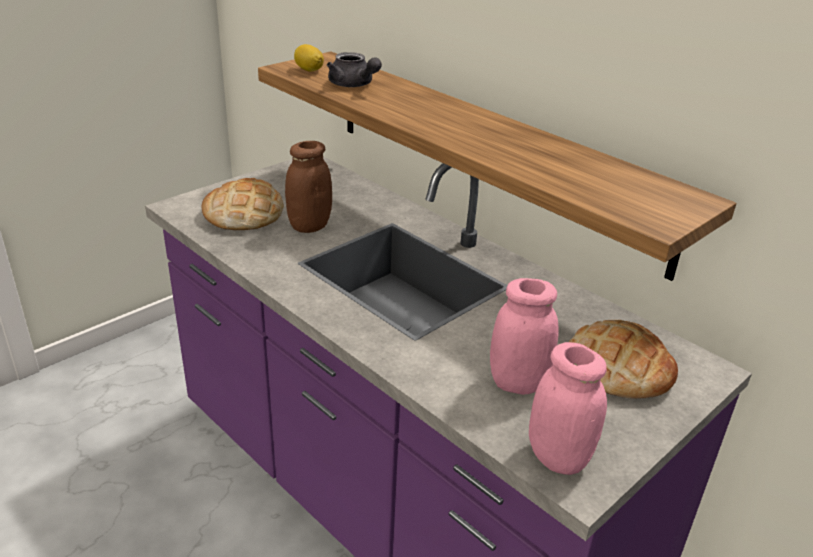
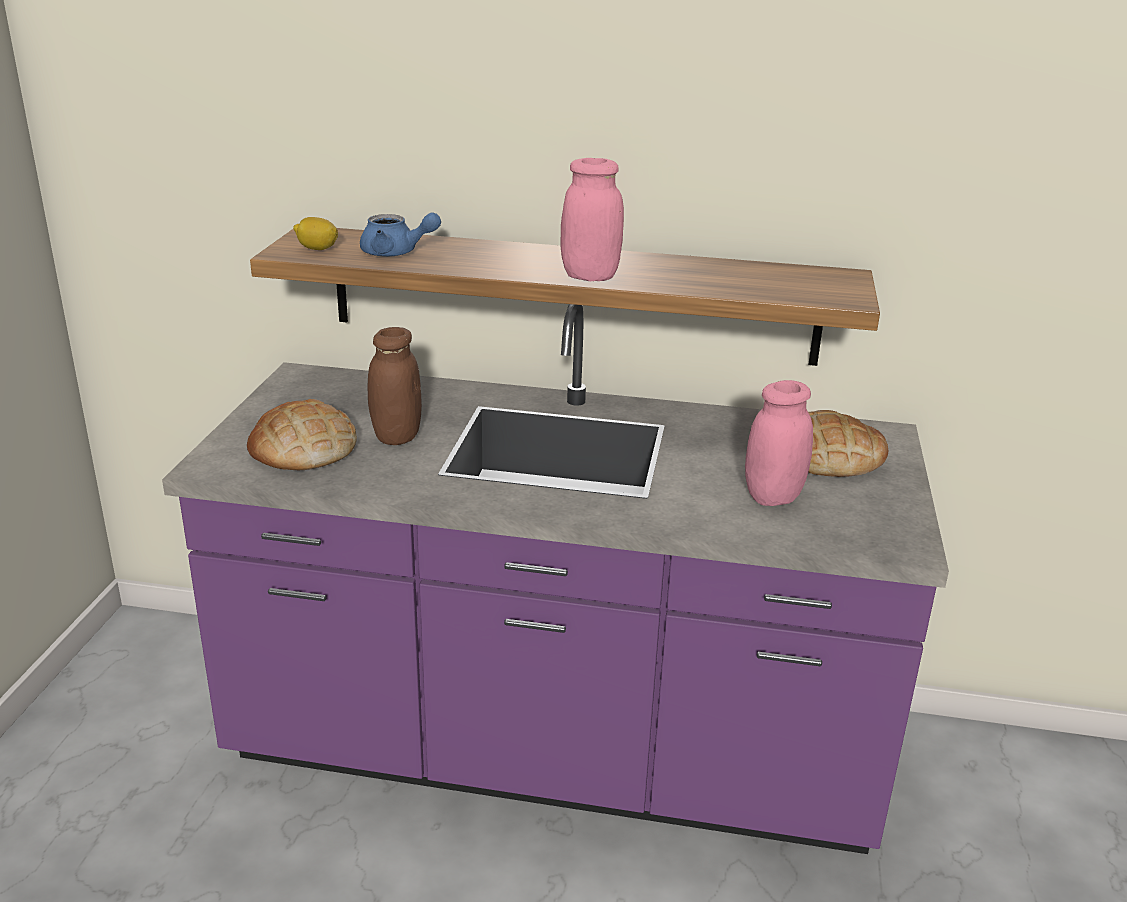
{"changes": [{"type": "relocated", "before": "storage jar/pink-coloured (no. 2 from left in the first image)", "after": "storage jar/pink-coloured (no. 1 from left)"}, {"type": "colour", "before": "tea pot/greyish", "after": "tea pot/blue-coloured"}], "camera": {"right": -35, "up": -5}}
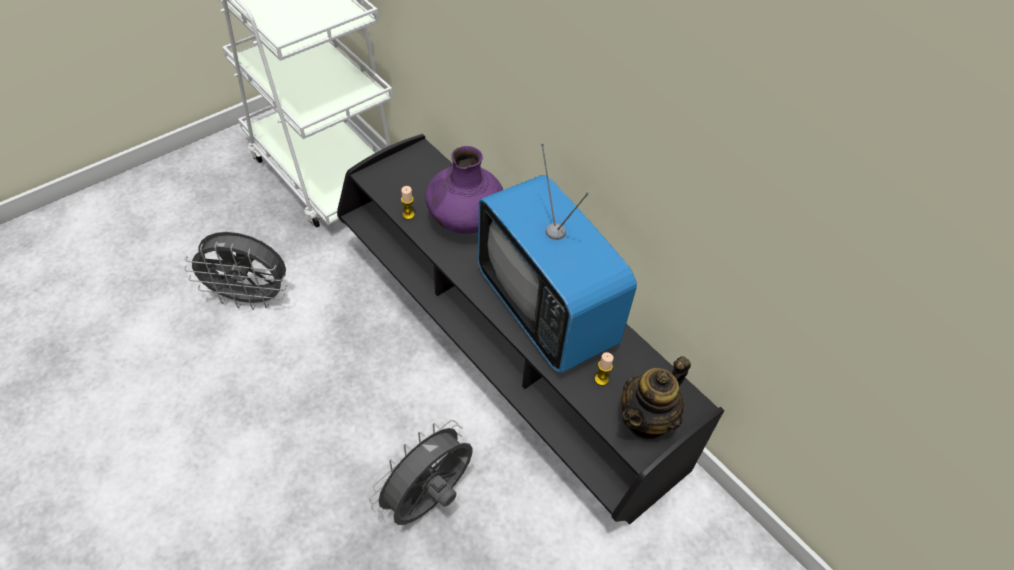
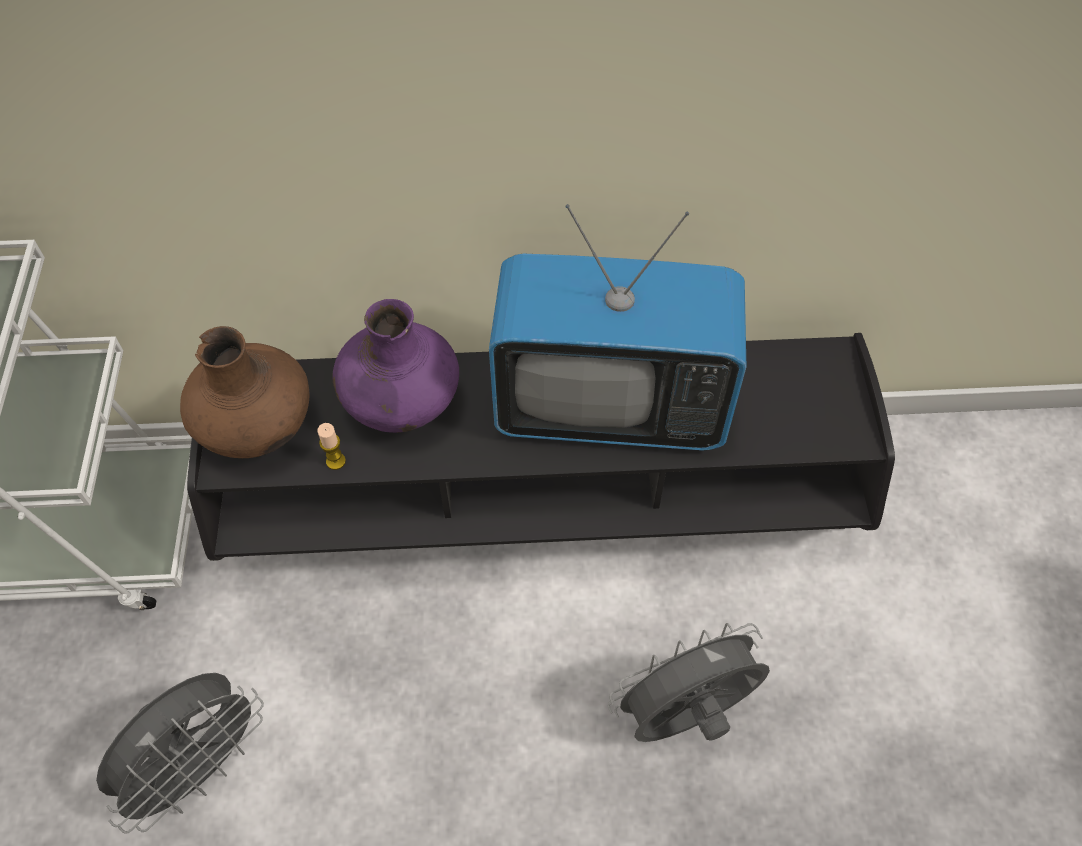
{"changes": [{"type": "missing", "before": "wax candle (no. 2 from left)"}, {"type": "missing", "before": "tea pot"}, {"type": "appeared", "after": "decorative vase/brown"}, {"type": "spun", "before": "fan/greyish (no. 2 from left)", "turn": 75}], "camera": {"right": -50, "up": 5}}
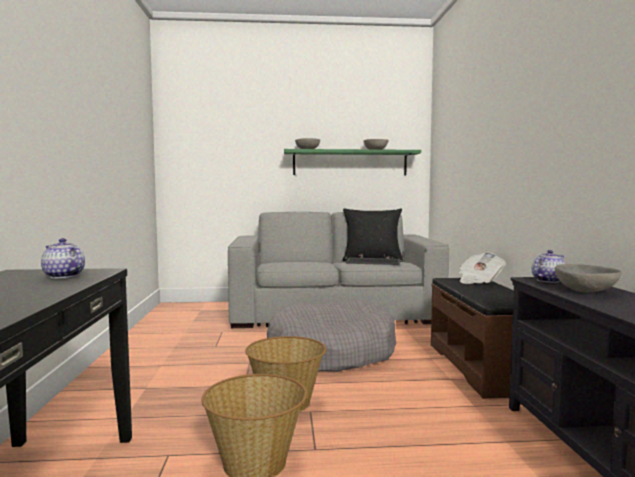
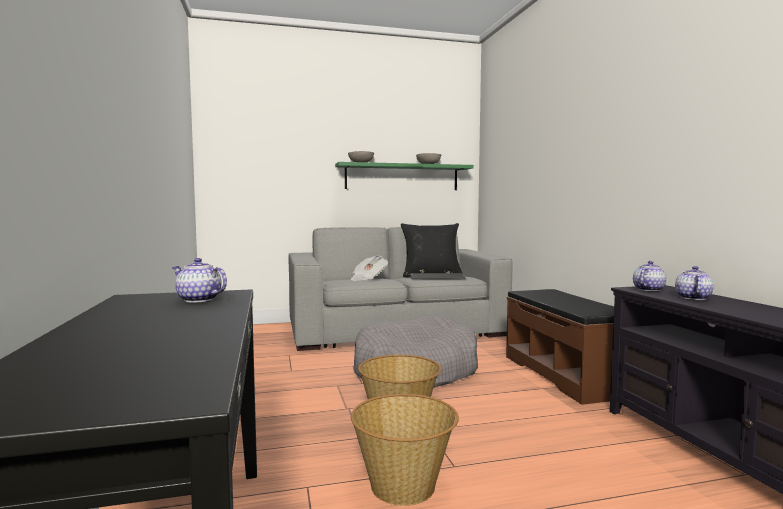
{"changes": [{"type": "relocated", "before": "daily paper"}, {"type": "exchanged", "before": "bowl/greyish (no. 3 from left)", "after": "tea pot (no. 3 from left)"}], "camera": {"right": -10, "up": 0}}
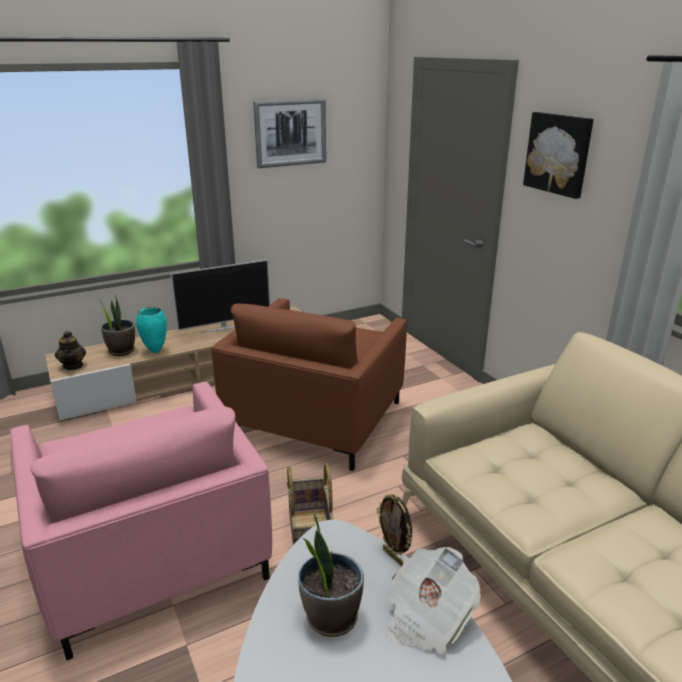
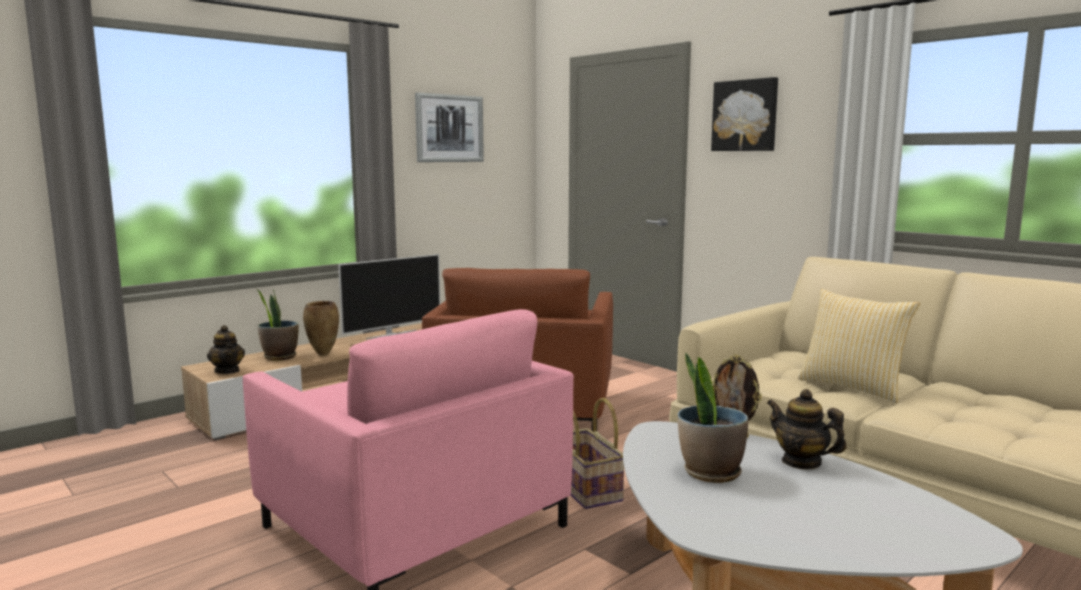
{"changes": [{"type": "appeared", "after": "cushion"}, {"type": "exchanged", "before": "daily paper", "after": "tea pot (no. 2 from left)"}, {"type": "colour", "before": "decorative vase/turquoise-coloured", "after": "decorative vase/brown"}], "camera": {"right": -15, "up": -15}}
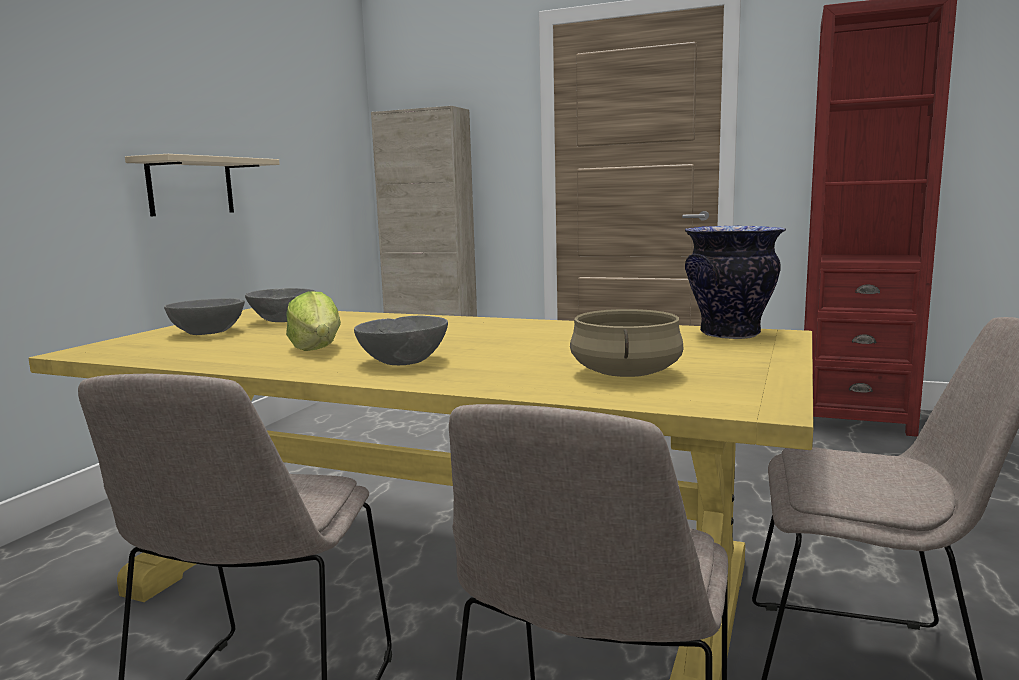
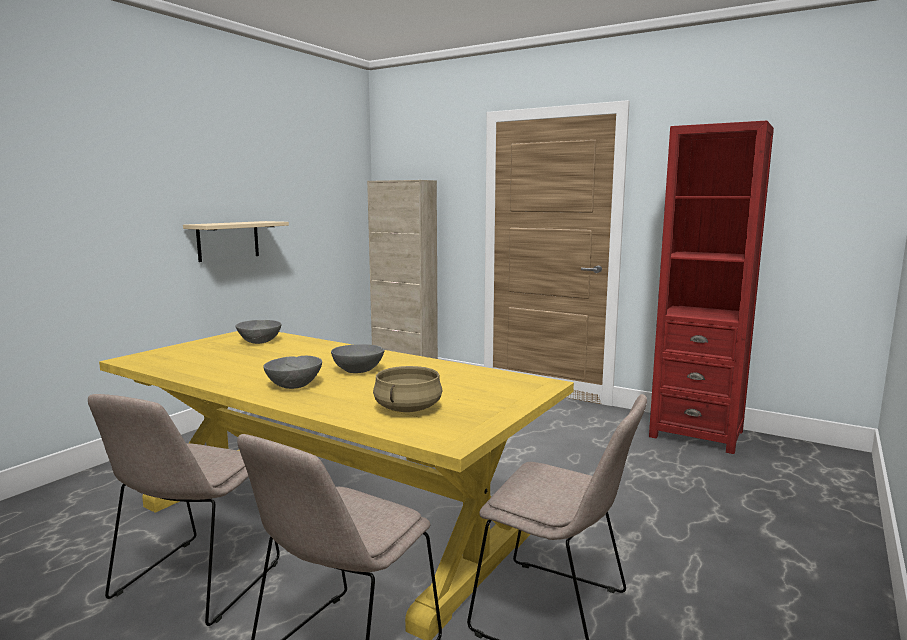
{"changes": [{"type": "missing", "before": "lettuce head"}, {"type": "missing", "before": "decorative vase"}, {"type": "relocated", "before": "bowl/greyish (no. 1 from left in the first image)", "after": "bowl/greyish (no. 3 from left)"}], "camera": {"right": 10, "up": 0}}
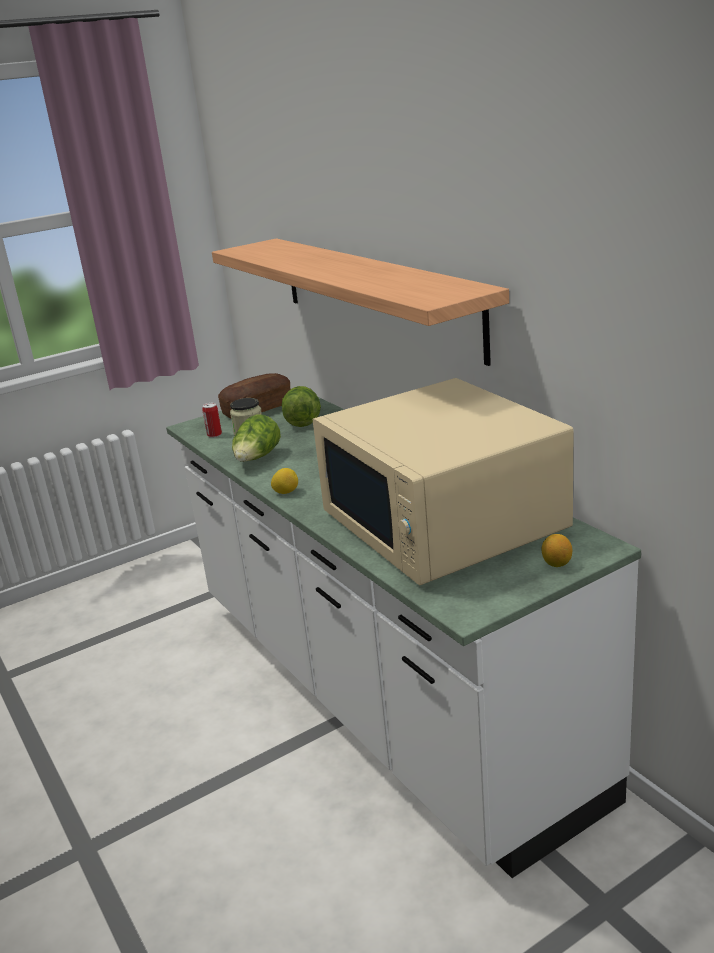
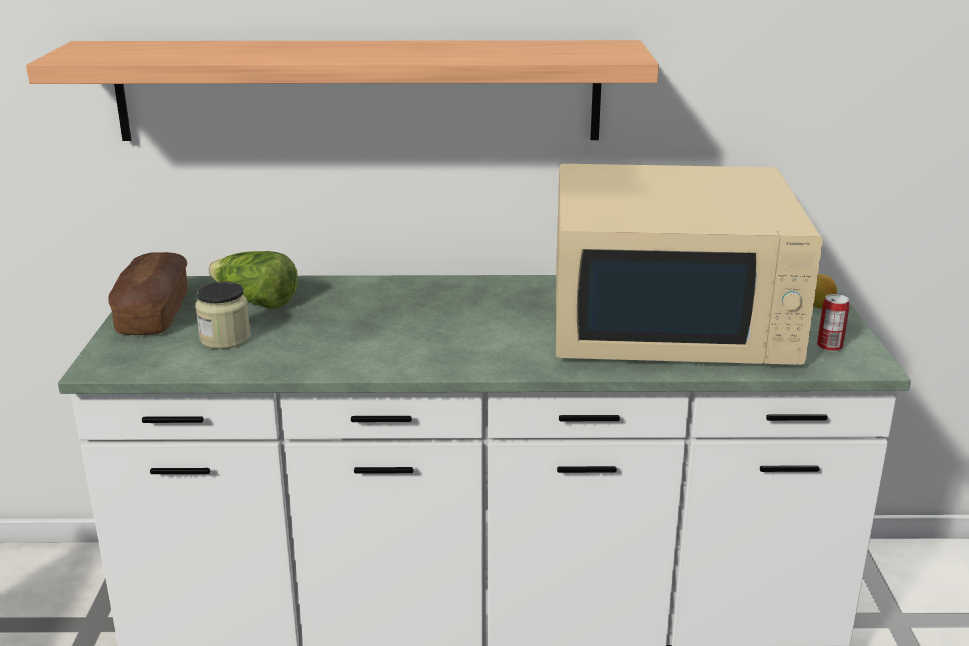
{"changes": [{"type": "missing", "before": "lettuce head (no. 1 from left)"}, {"type": "missing", "before": "citrus fruit (no. 1 from left)"}, {"type": "relocated", "before": "metal can"}], "camera": {"right": -60, "up": 0}}
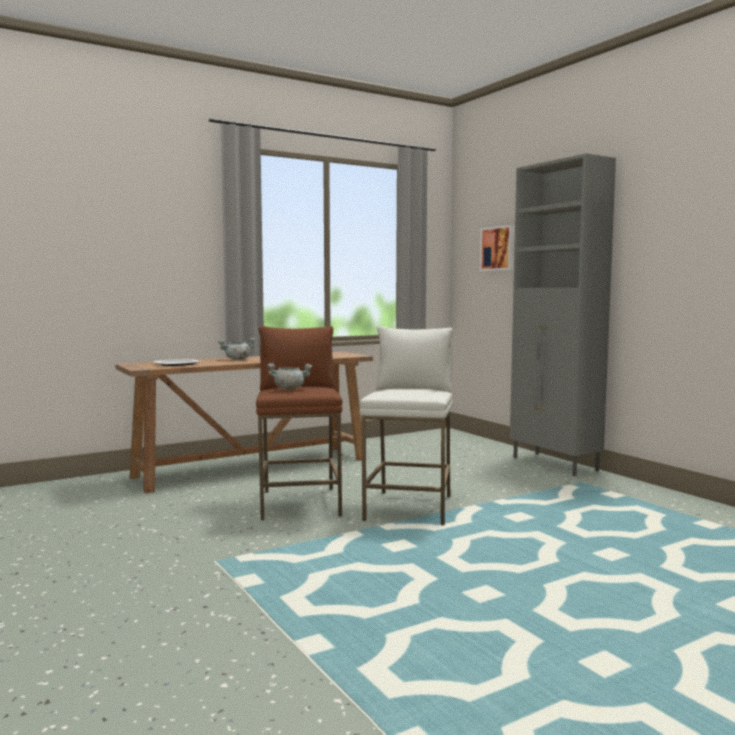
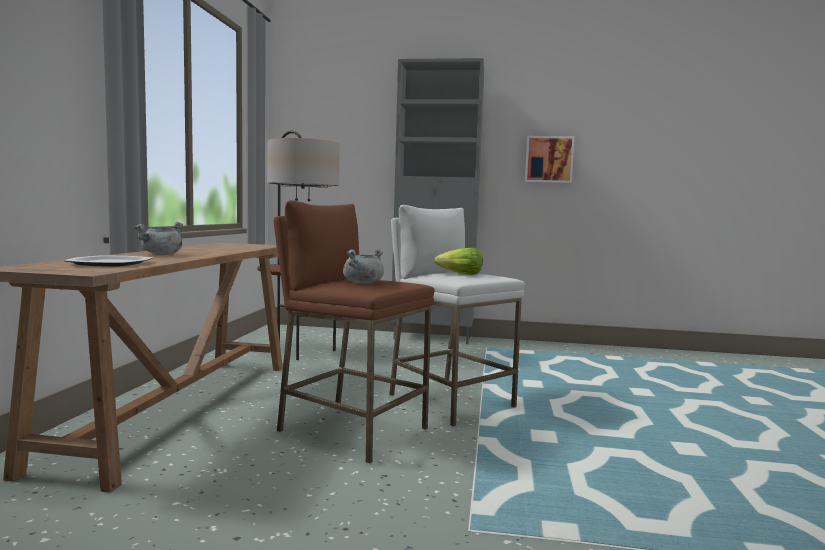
{"changes": [{"type": "appeared", "after": "standard lamp"}, {"type": "appeared", "after": "lettuce head"}, {"type": "relocated", "before": "picture"}], "camera": {"right": -50, "up": 0}}
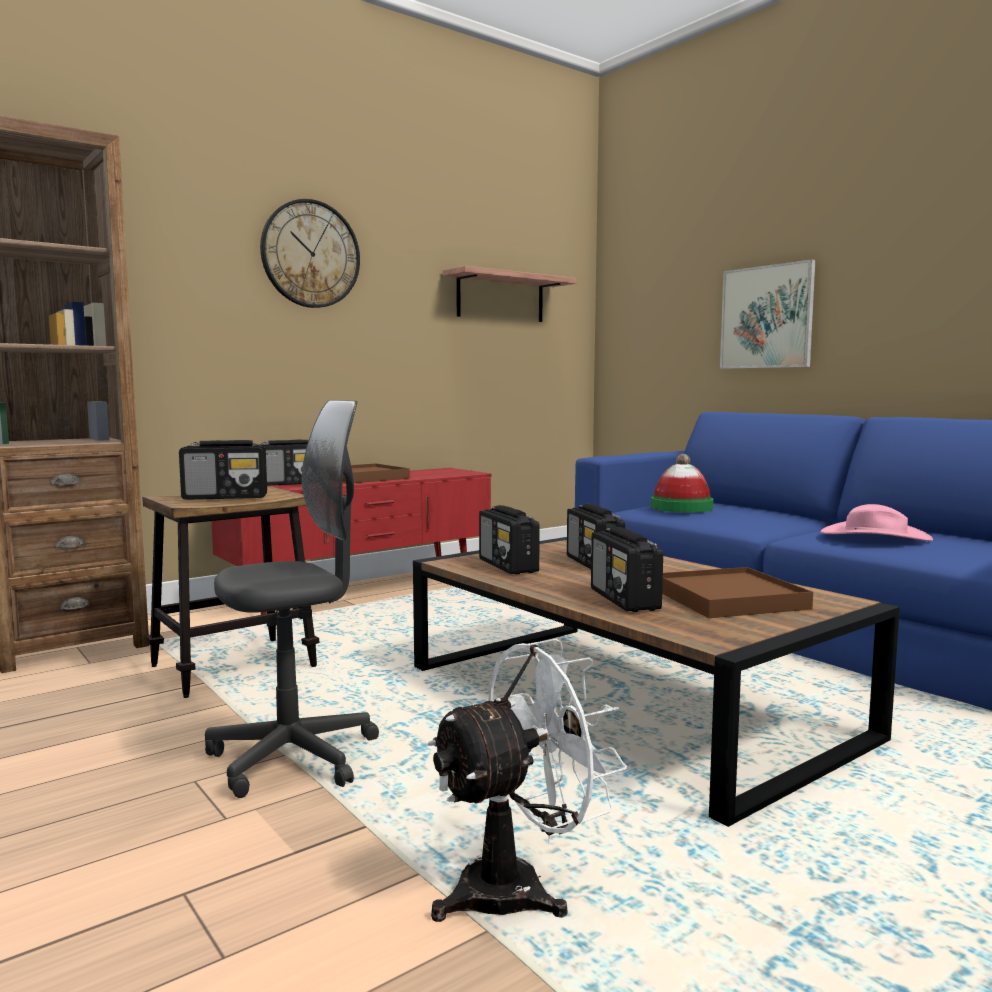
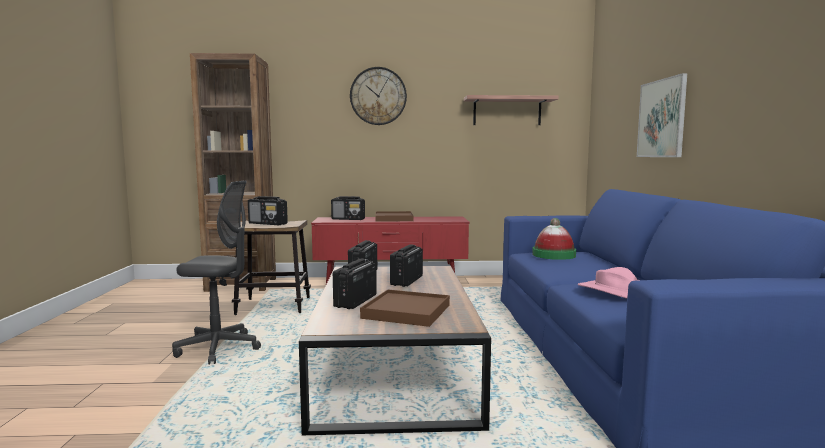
{"changes": [{"type": "missing", "before": "fan/whitish"}], "camera": {"right": 35, "up": 0}}
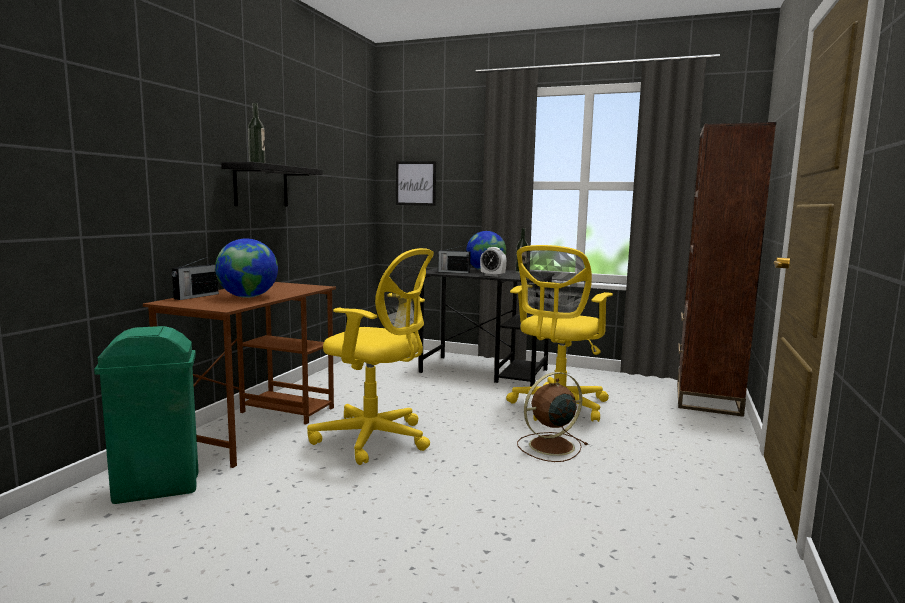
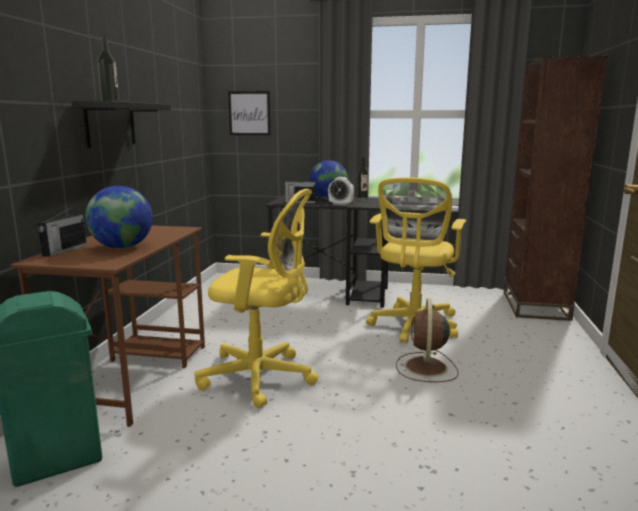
{"changes": [{"type": "spun", "before": "fan/brown", "turn": -45}], "camera": {"right": -10, "up": 5}}
